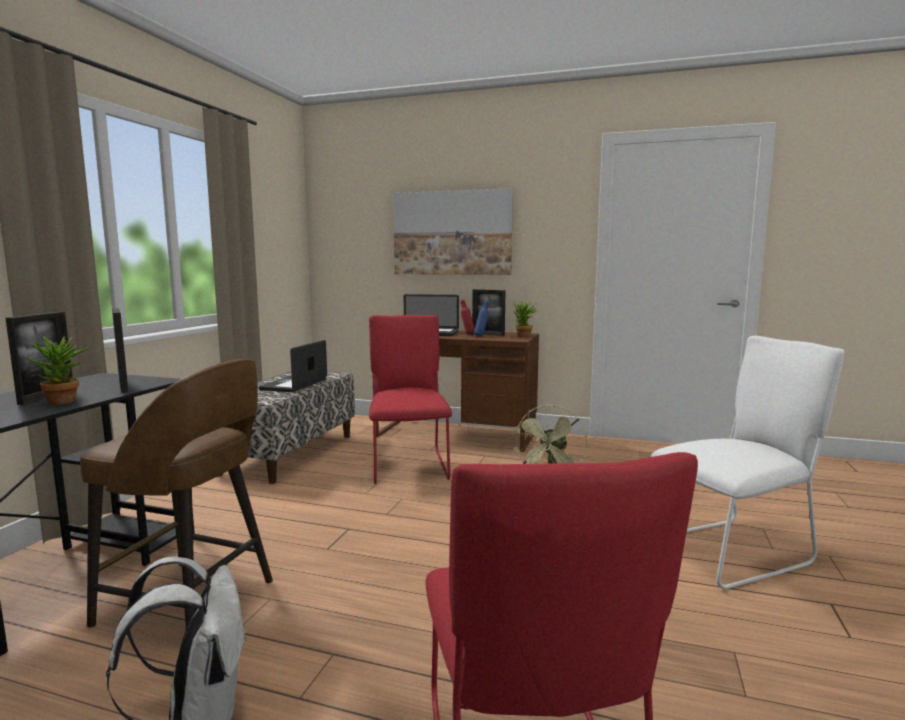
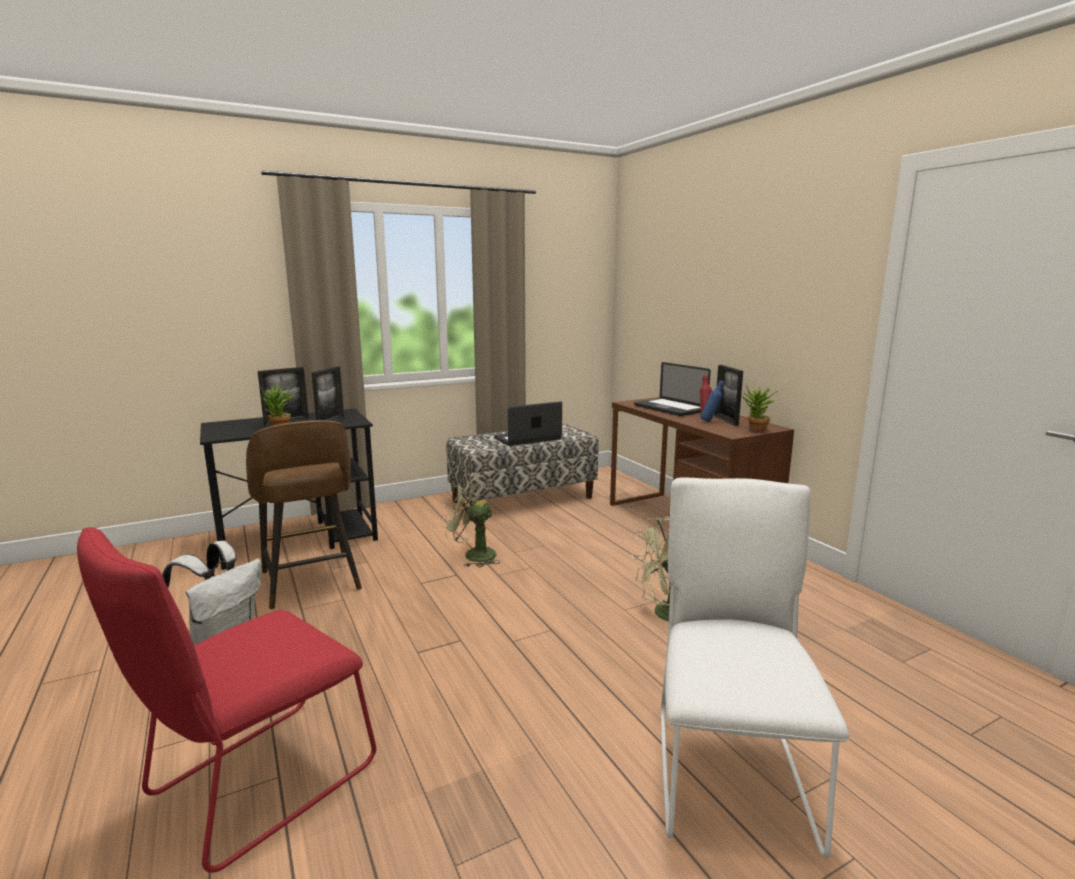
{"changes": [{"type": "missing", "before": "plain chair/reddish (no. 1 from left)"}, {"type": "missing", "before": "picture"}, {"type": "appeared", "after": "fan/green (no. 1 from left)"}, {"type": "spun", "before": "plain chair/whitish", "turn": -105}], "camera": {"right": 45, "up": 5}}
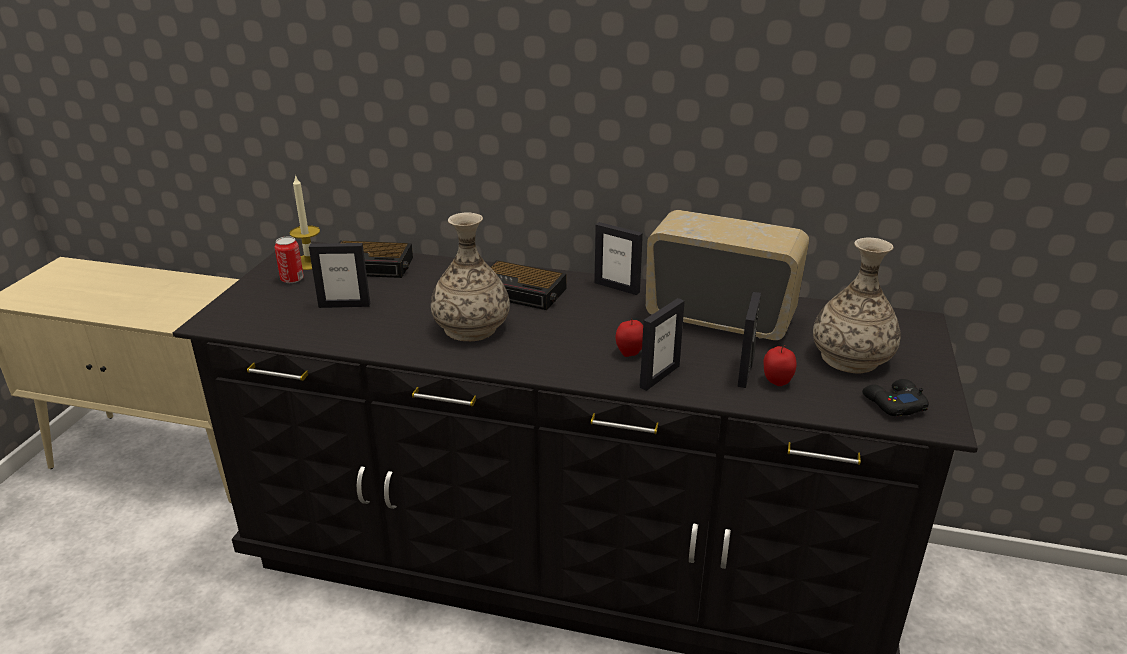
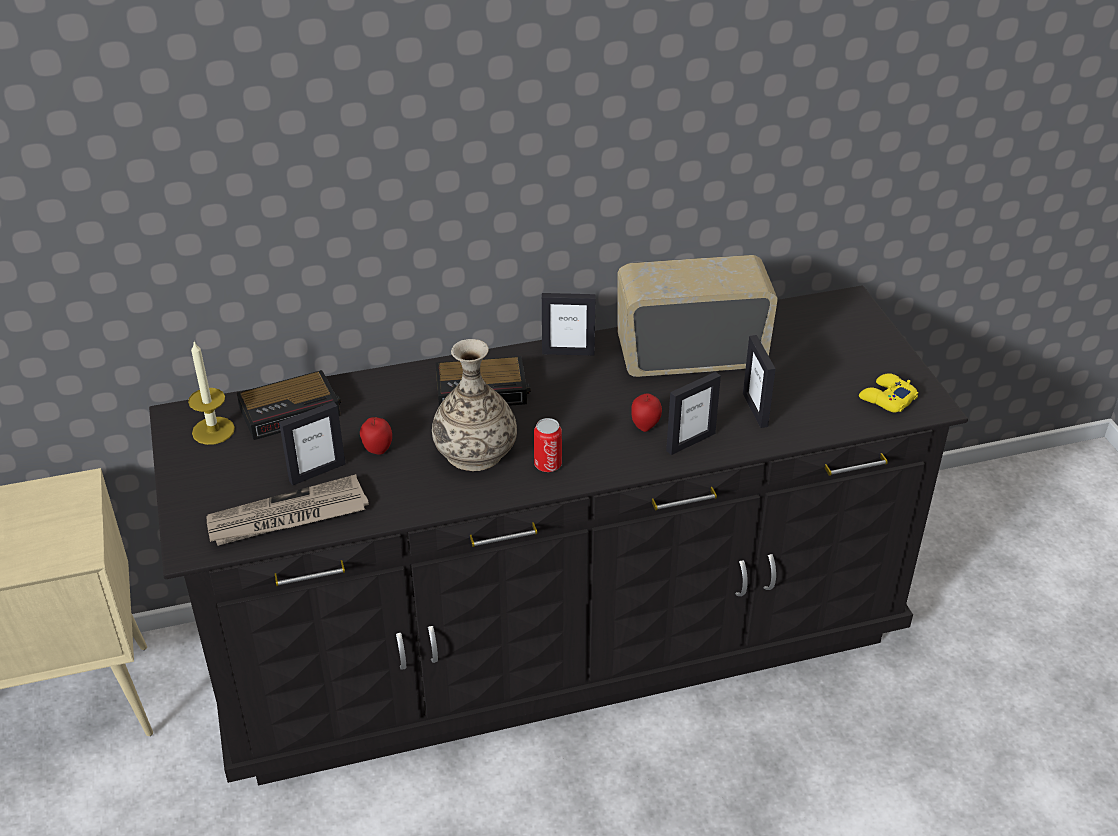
{"changes": [{"type": "missing", "before": "decorative vase (no. 2 from left)"}, {"type": "appeared", "after": "daily paper"}, {"type": "relocated", "before": "metal can"}, {"type": "relocated", "before": "apple (no. 2 from left in the first image)", "after": "apple (no. 1 from left)"}, {"type": "colour", "before": "game controller/black-coloured", "after": "game controller/yellow"}, {"type": "spun", "before": "standing frame (no. 3 from left)", "turn": 45}], "camera": {"right": -30, "up": 10}}
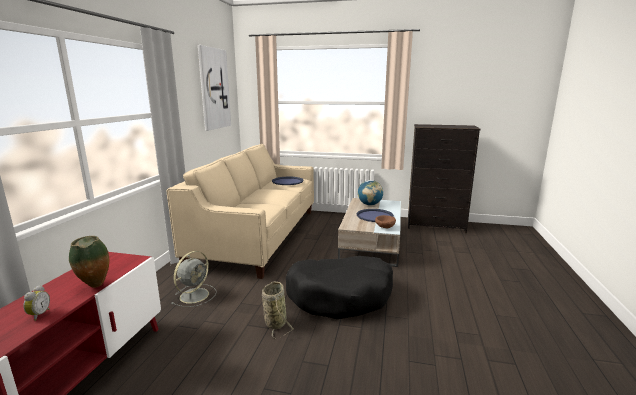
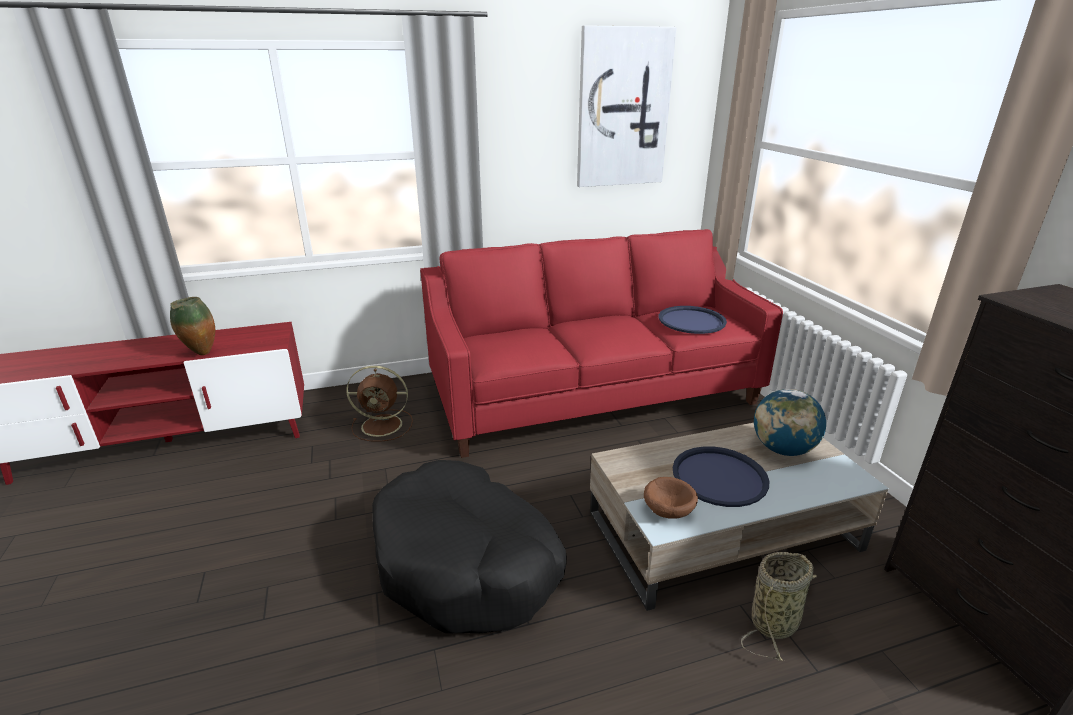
{"changes": [{"type": "missing", "before": "alarm clock"}, {"type": "relocated", "before": "household basket"}, {"type": "colour", "before": "couch/sand-coloured", "after": "couch/reddish"}, {"type": "colour", "before": "fan/greyish", "after": "fan/brown"}], "camera": {"right": 60, "up": 10}}
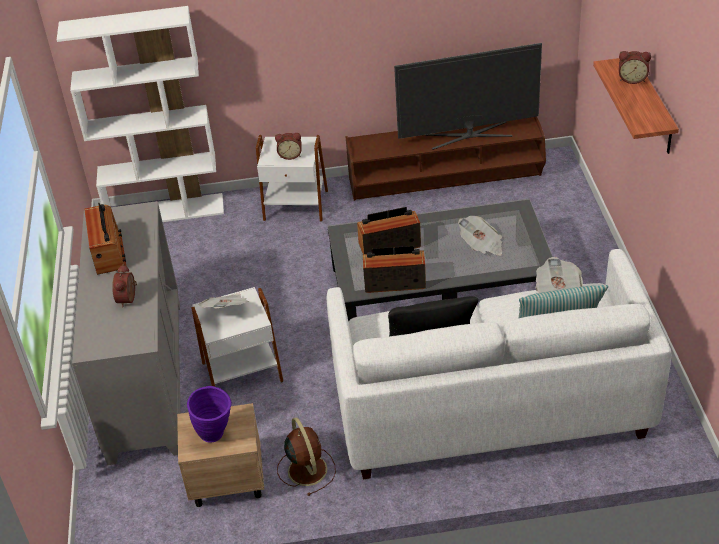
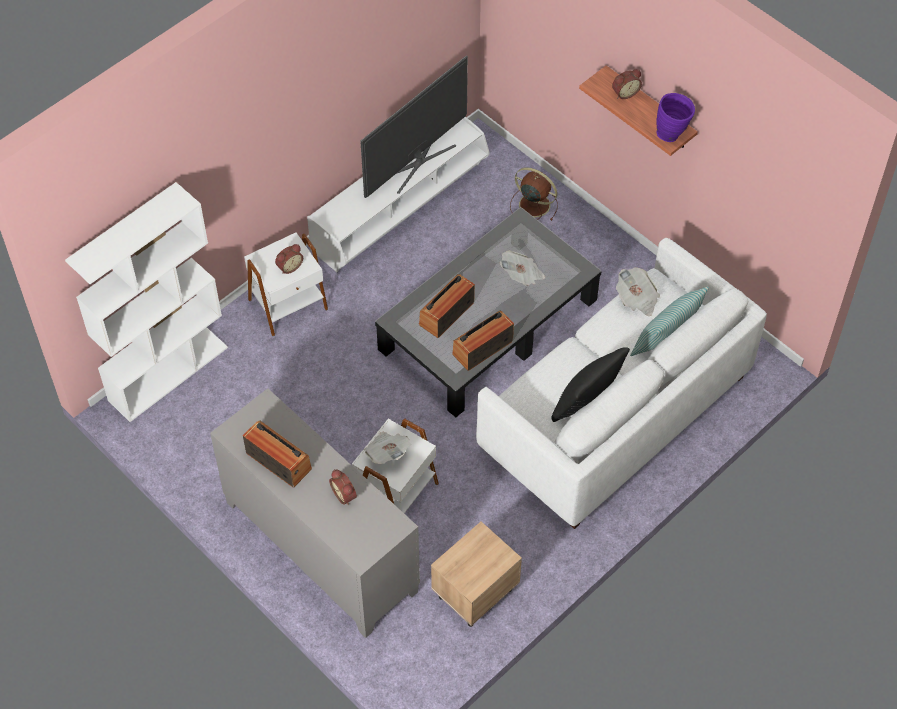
{"changes": [{"type": "relocated", "before": "decorative vase/purplish"}, {"type": "relocated", "before": "fan/brown"}, {"type": "colour", "before": "tv stand/brown", "after": "tv stand/whitish"}], "camera": {"right": -40, "up": 15}}
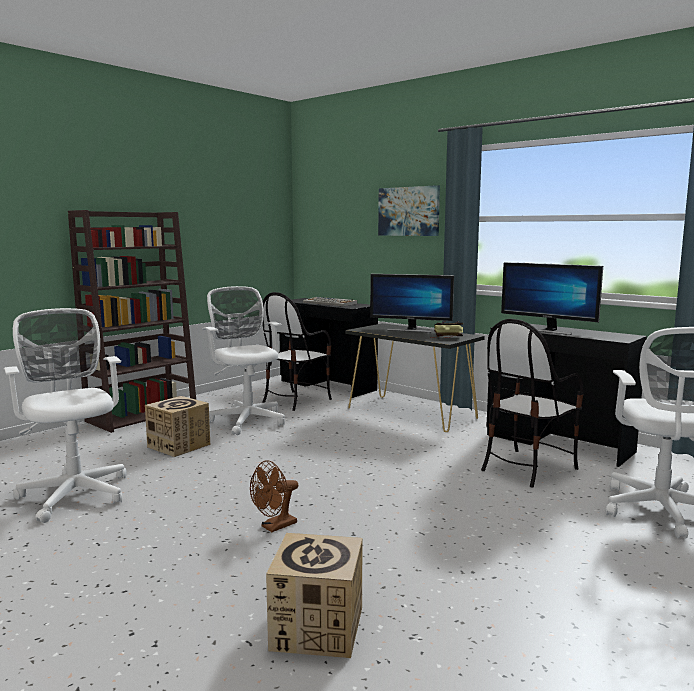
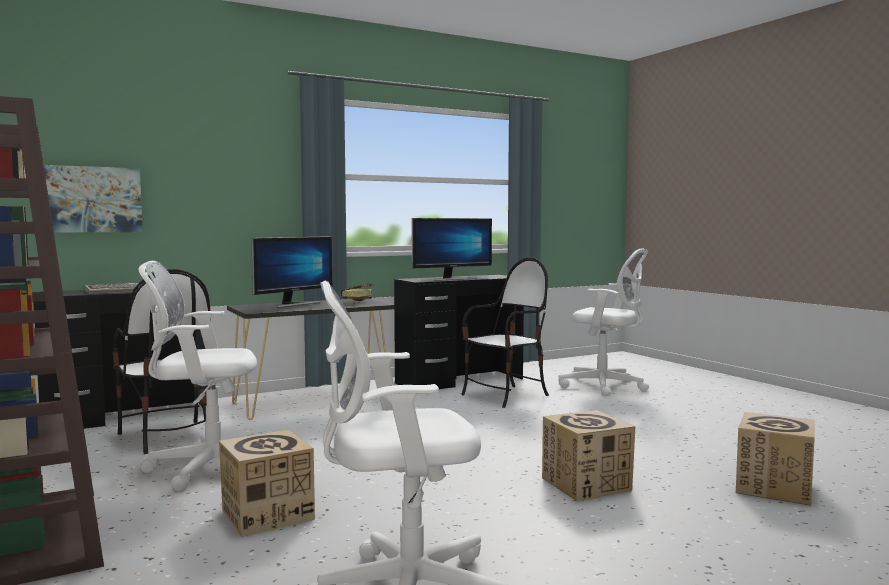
{"changes": [{"type": "relocated", "before": "picture"}, {"type": "exchanged", "before": "fan/brown", "after": "carton (no. 2 from left)"}, {"type": "spun", "before": "plain chair (no. 2 from left)", "turn": -105}], "camera": {"right": -70, "up": -5}}
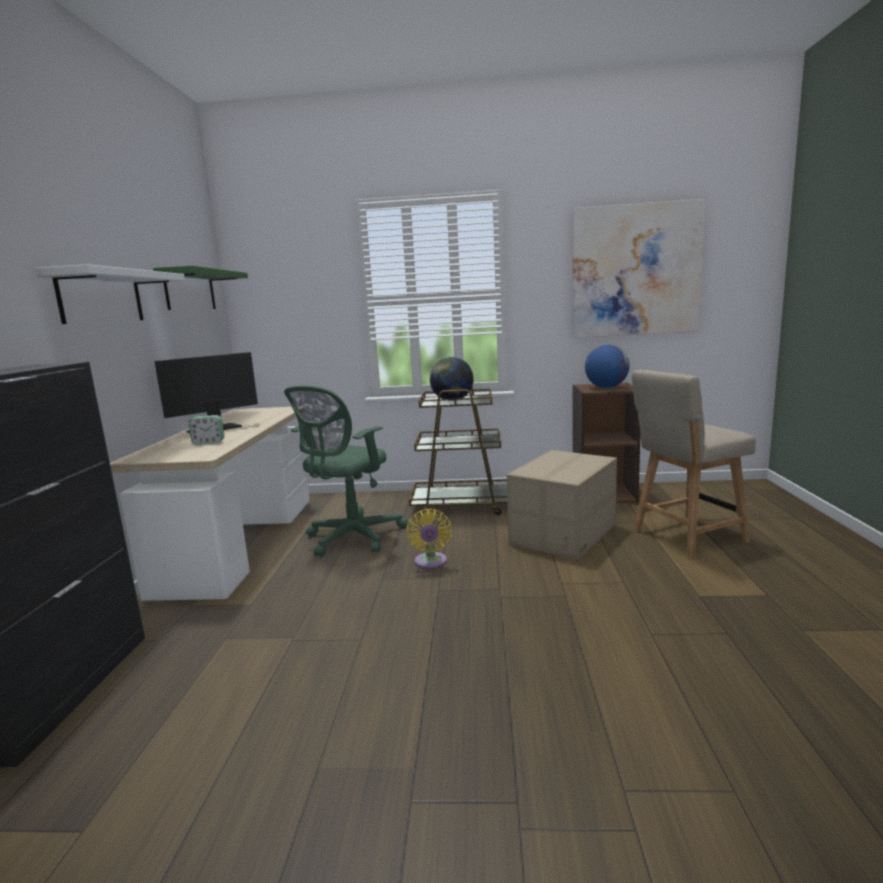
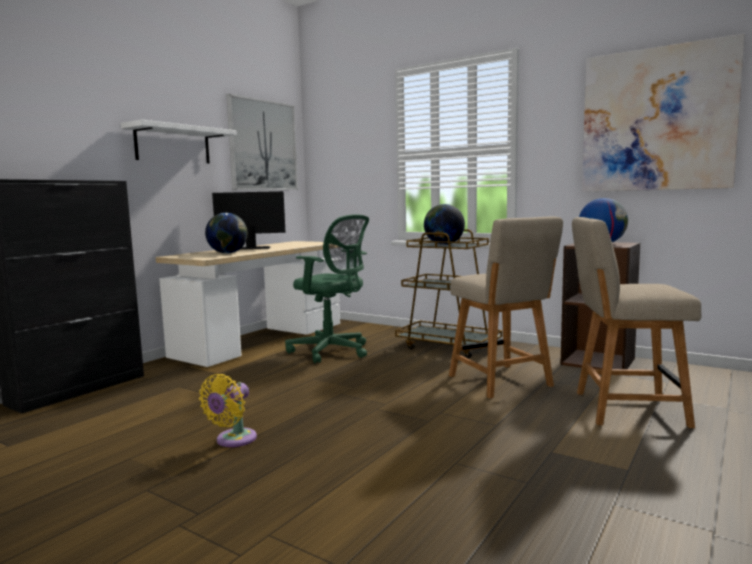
{"changes": [{"type": "relocated", "before": "fan/yellow"}, {"type": "exchanged", "before": "wall shelf/green", "after": "picture (no. 1 from left)"}, {"type": "exchanged", "before": "alarm clock", "after": "globe (no. 1 from left)"}, {"type": "exchanged", "before": "carton", "after": "plain chair/sand-coloured (no. 1 from left)"}, {"type": "spun", "before": "office chair/green", "turn": -120}], "camera": {"right": 30, "up": -5}}
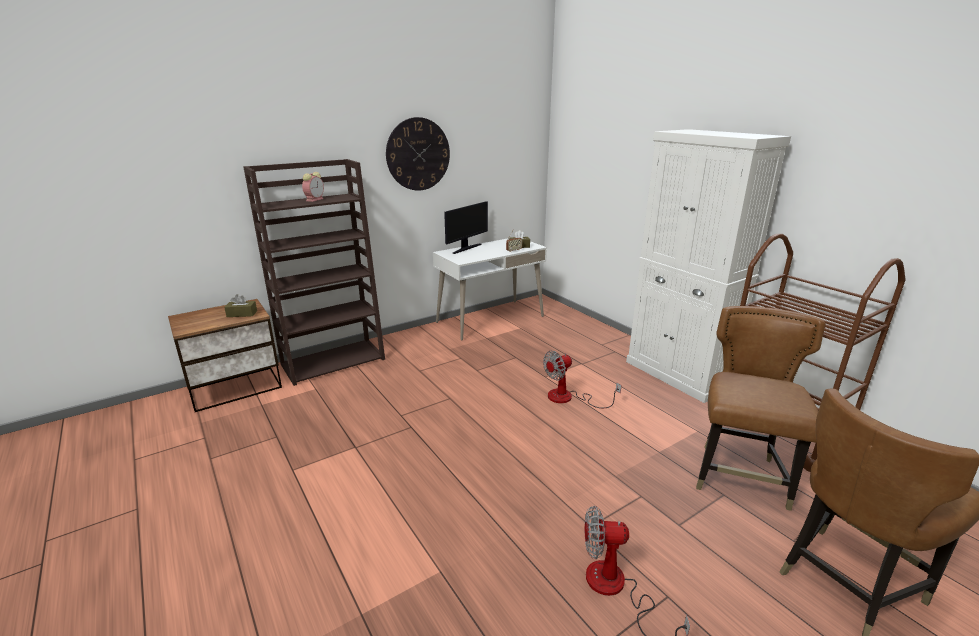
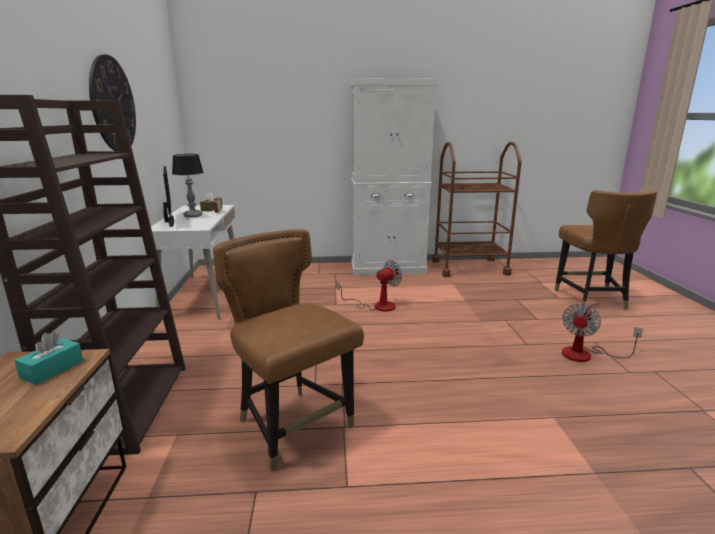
{"changes": [{"type": "missing", "before": "alarm clock"}, {"type": "appeared", "after": "tabletop lamp"}, {"type": "relocated", "before": "plain chair/brown (no. 1 from left)"}, {"type": "colour", "before": "tissue box/brown (no. 1 from left)", "after": "tissue box/turquoise-coloured"}, {"type": "spun", "before": "fan (no. 1 from left)", "turn": -120}], "camera": {"right": -60, "up": -5}}
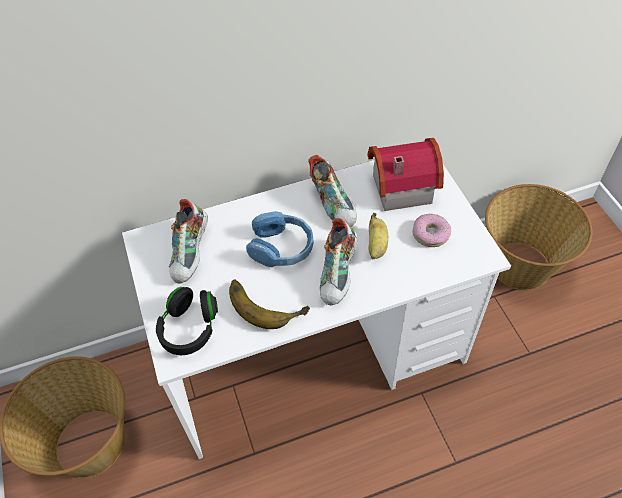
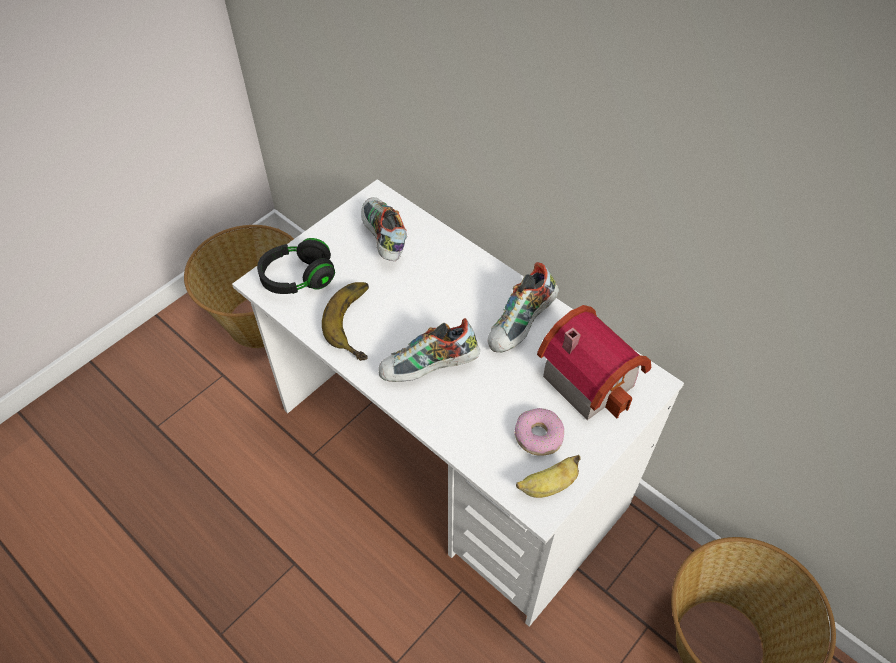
{"changes": [{"type": "missing", "before": "pair of headphones/blue-coloured"}, {"type": "relocated", "before": "banana fruit (no. 2 from left)"}, {"type": "spun", "before": "shoe (no. 1 from left)", "turn": 90}], "camera": {"right": 60, "up": 0}}
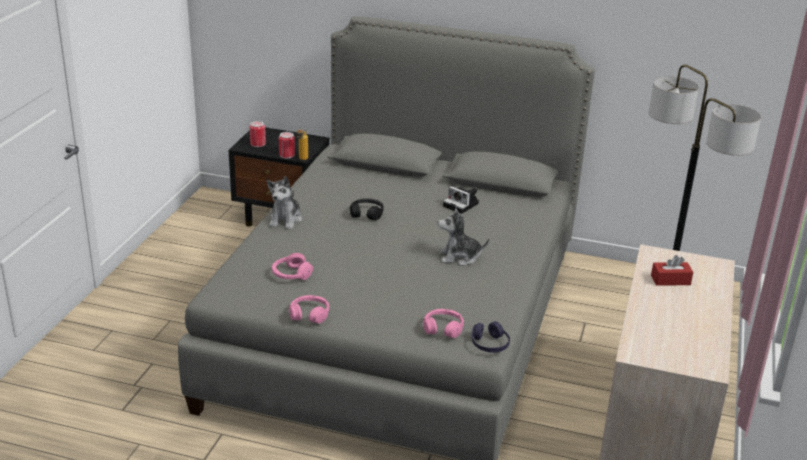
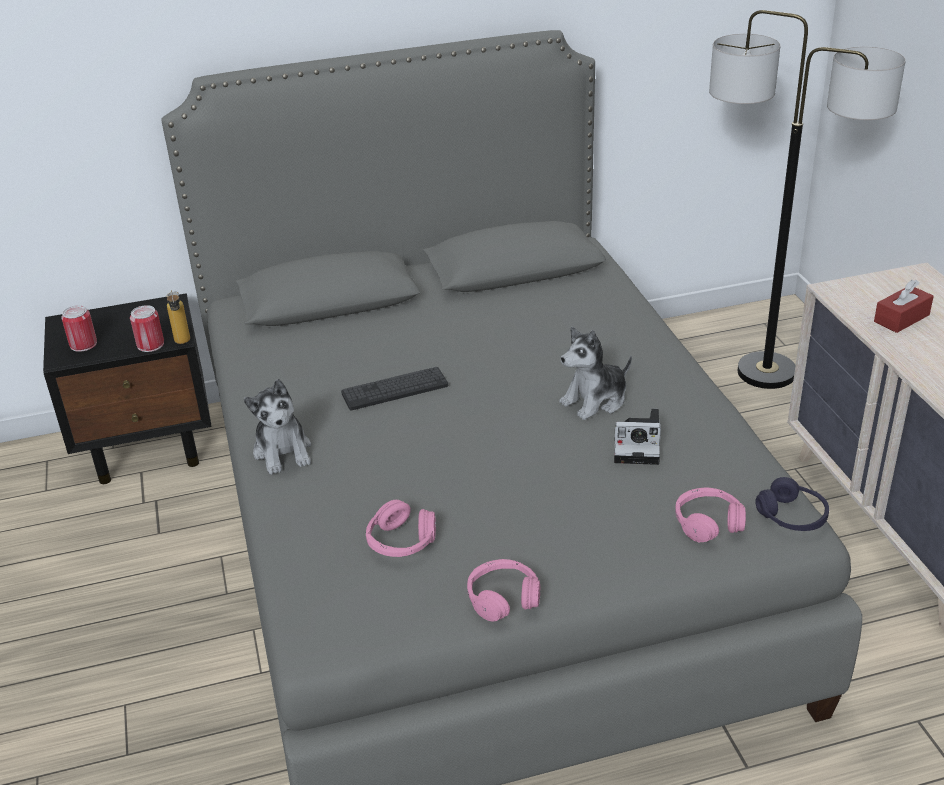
{"changes": [{"type": "relocated", "before": "still camera"}, {"type": "exchanged", "before": "pair of headphones/black-coloured", "after": "computer keyboard"}], "camera": {"right": -30, "up": 5}}
